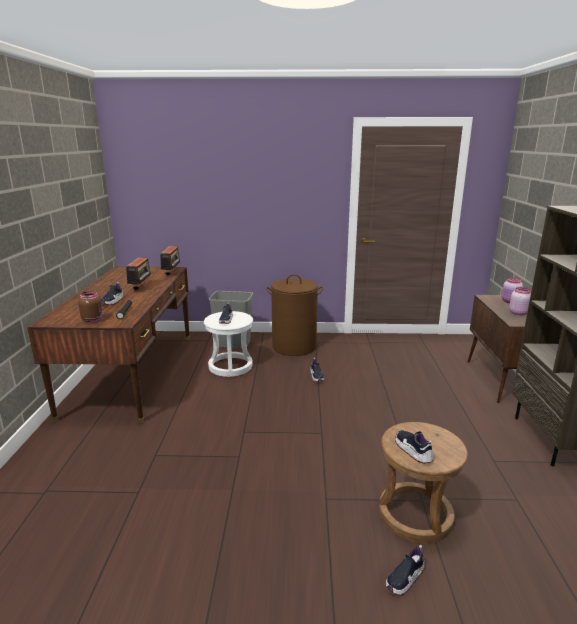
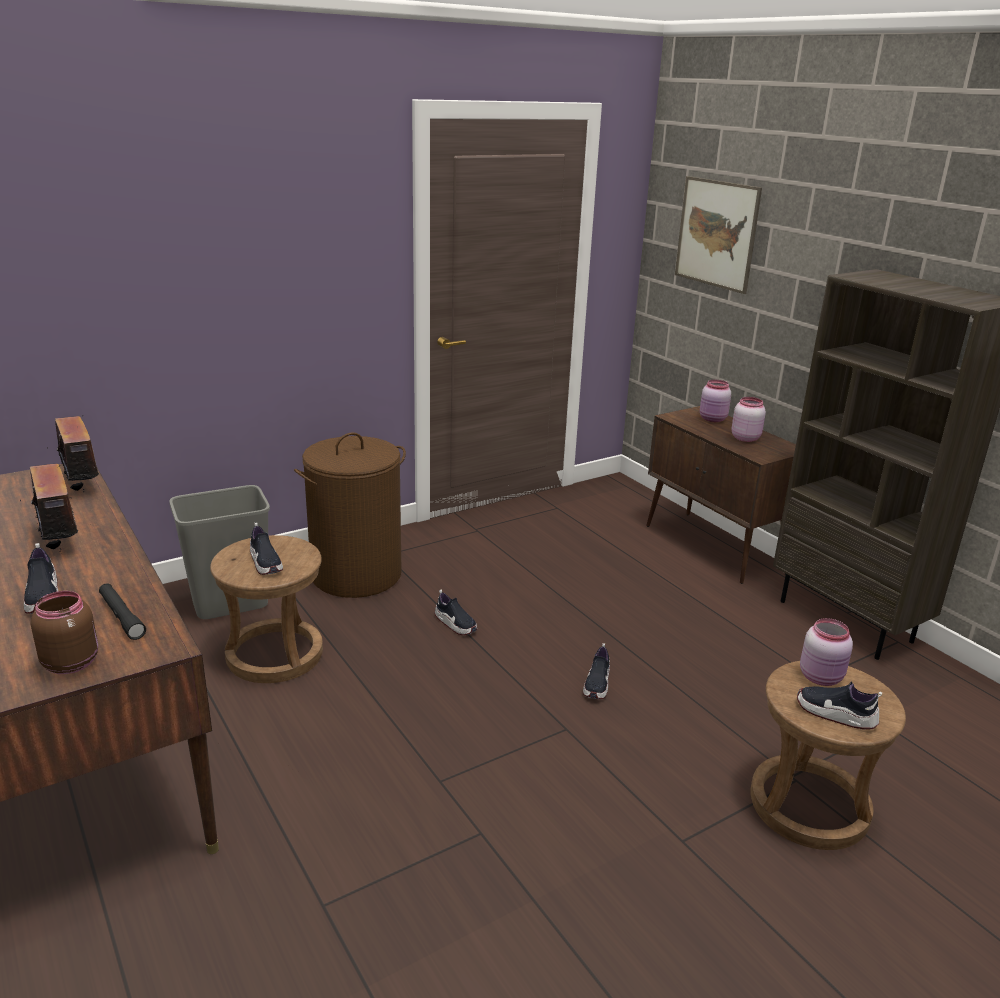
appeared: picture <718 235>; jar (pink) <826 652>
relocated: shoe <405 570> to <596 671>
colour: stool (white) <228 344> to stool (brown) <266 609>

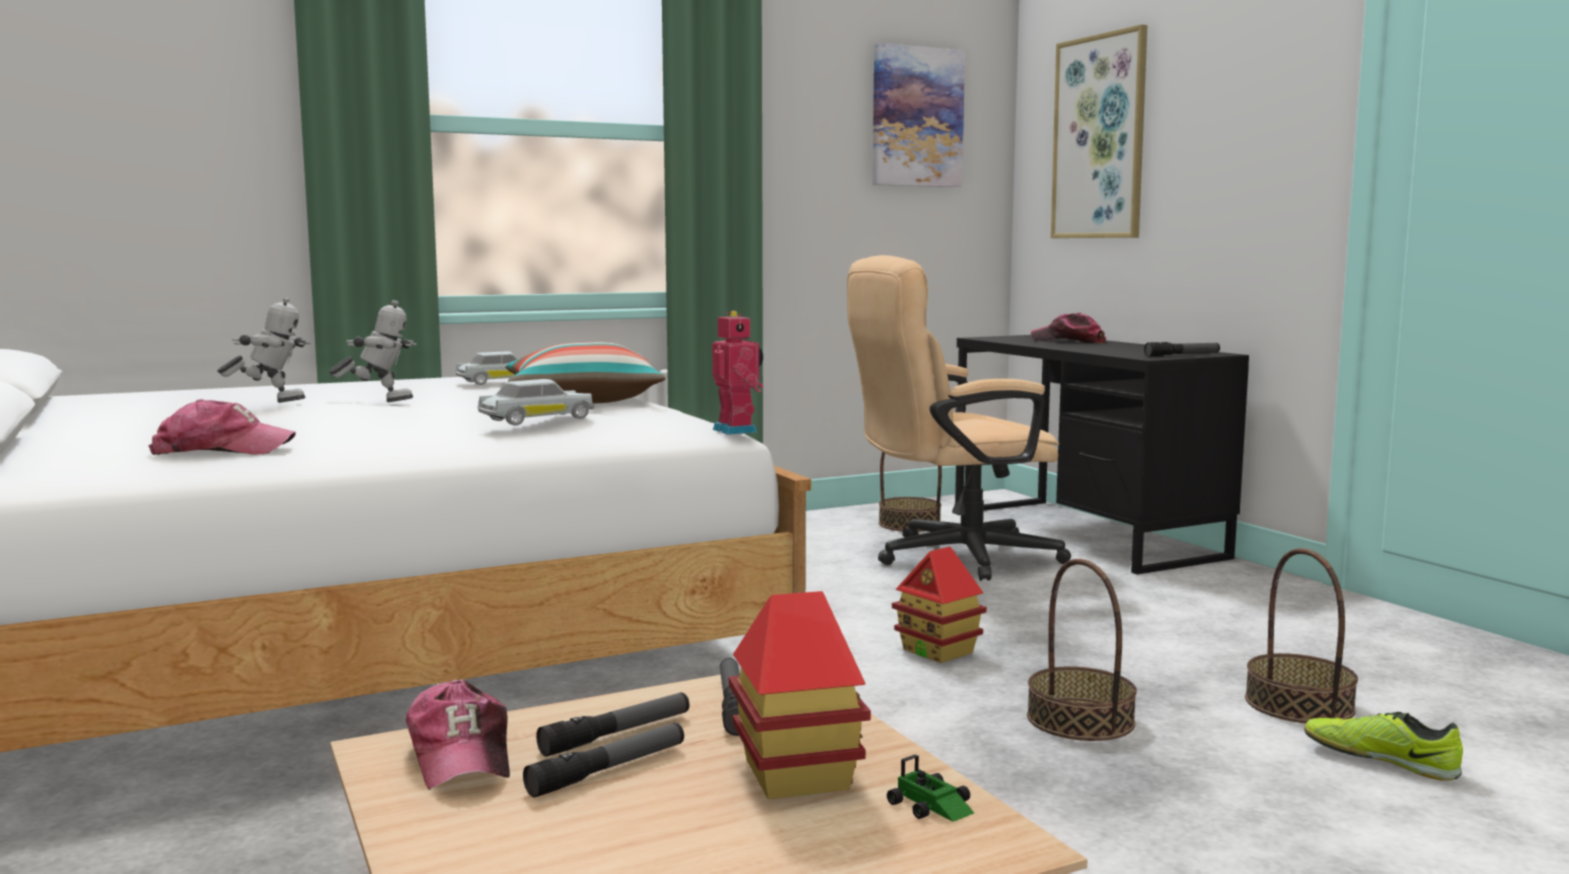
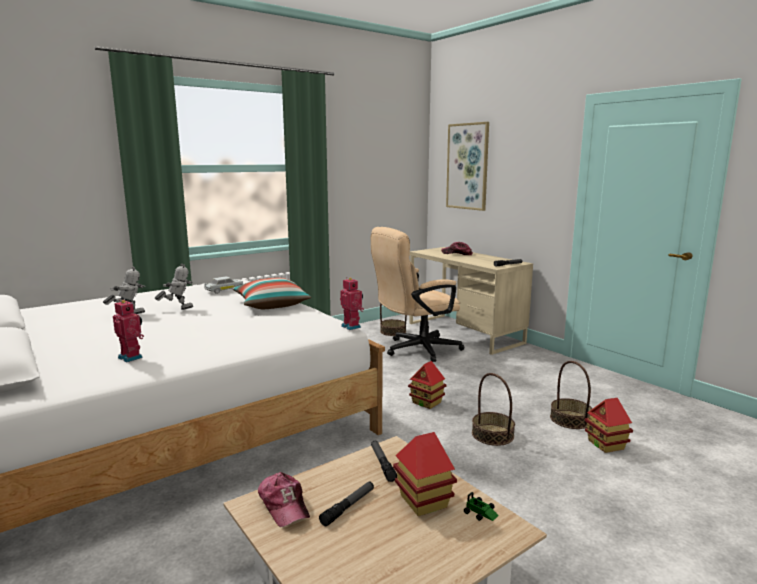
missing: toy car (white) <536 402>; flashlight <612 724>; picture <919 115>
exchanged: cap <222 427> to toy robot <128 331>; shoe <1383 746> to toy house <608 425>
colour: desk (black) <1102 454> to desk (beige) <471 301>

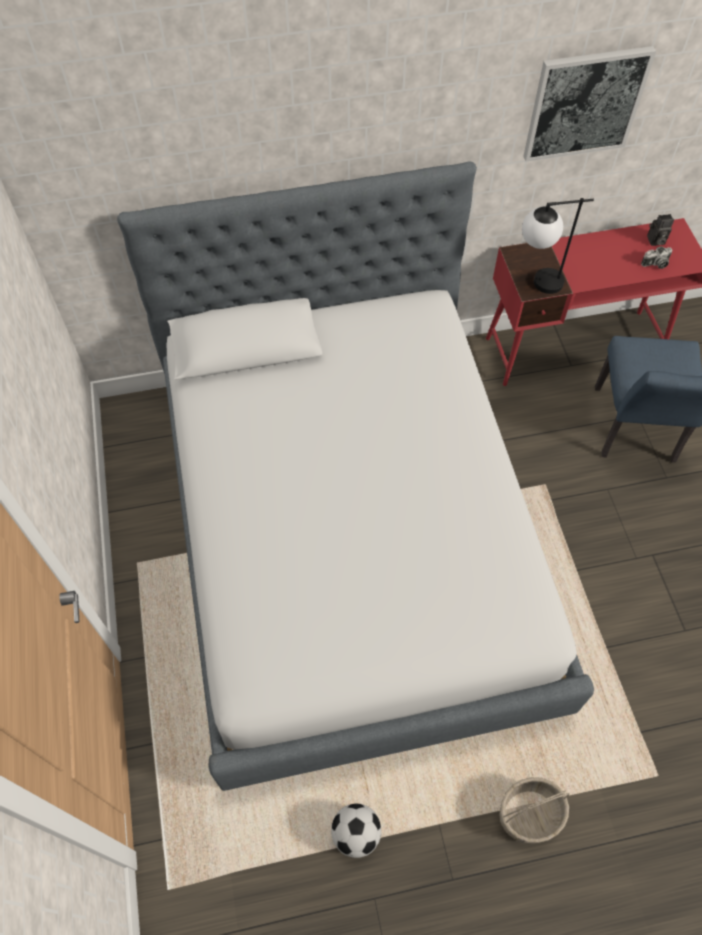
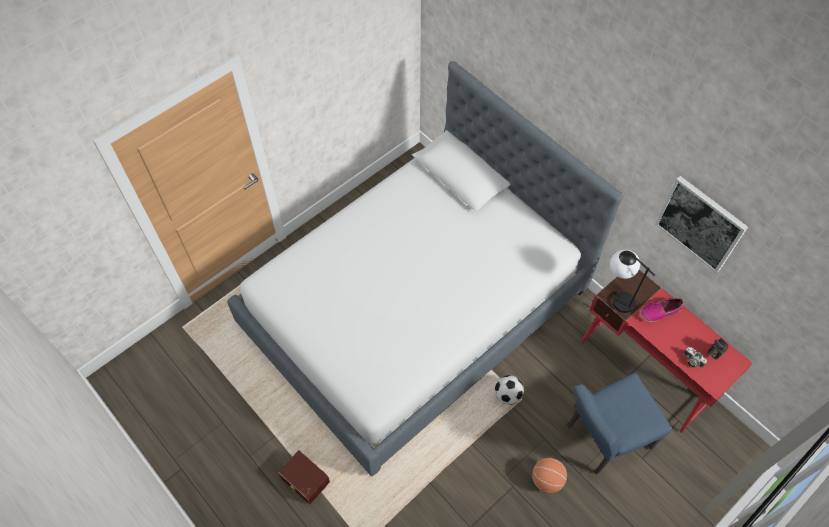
appeared: basketball <549 475>; shoe <662 310>
relocated: football <356 831> to <509 390>
exchanged: basket <534 810> to storage box (brown) <304 477>

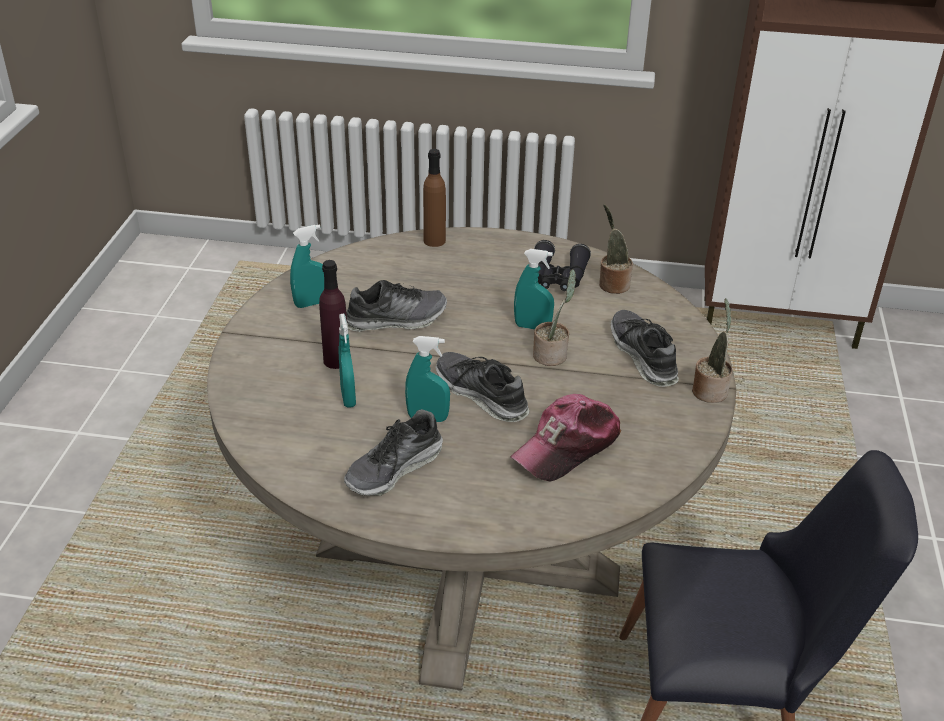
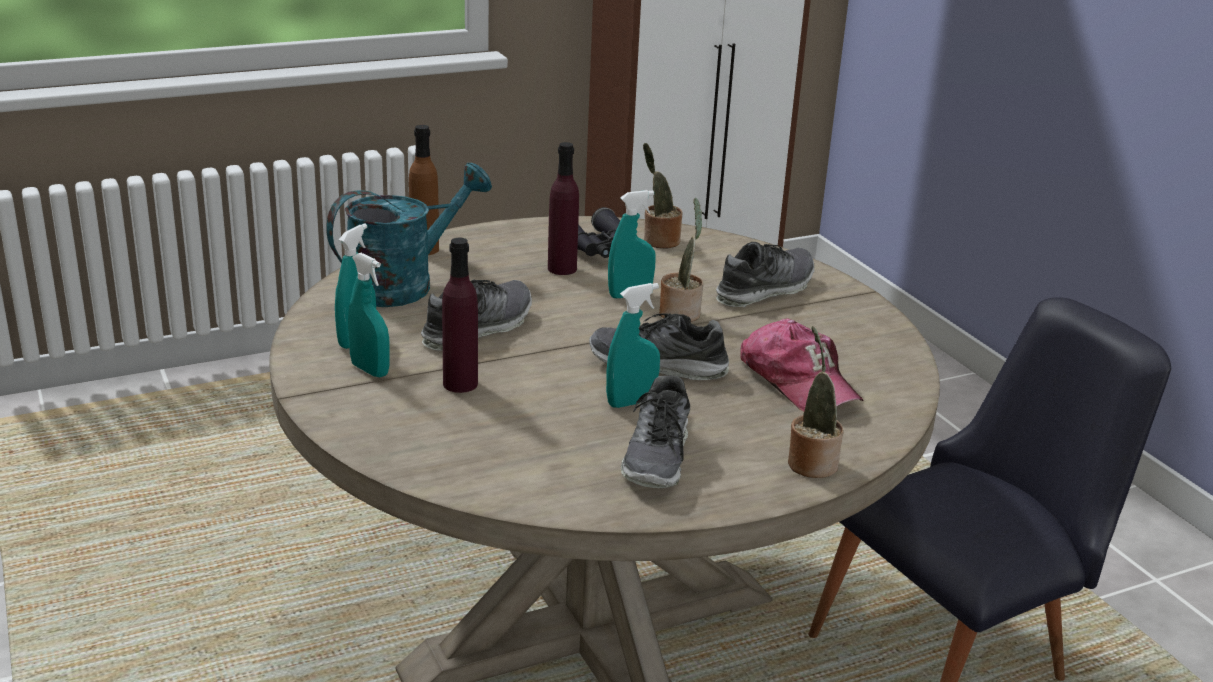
appeared: watering can (turquoise) <409 235>; bottle (purple) <563 208>
relocated: spray bottle (turquoise) <347 360> to <369 315>; potted plant <712 350> to <815 402>
spun: shoe <645 348> = <765 274> 105 degrees clockwise; cap <565 437> = <802 365> 45 degrees counterclockwise

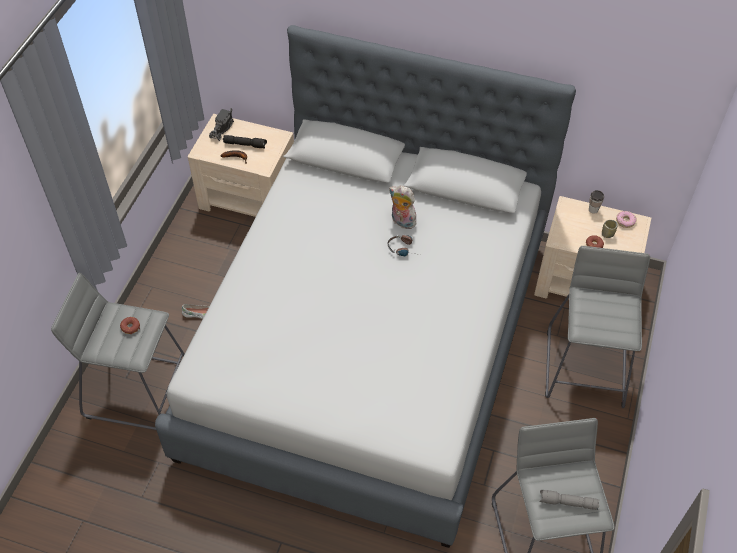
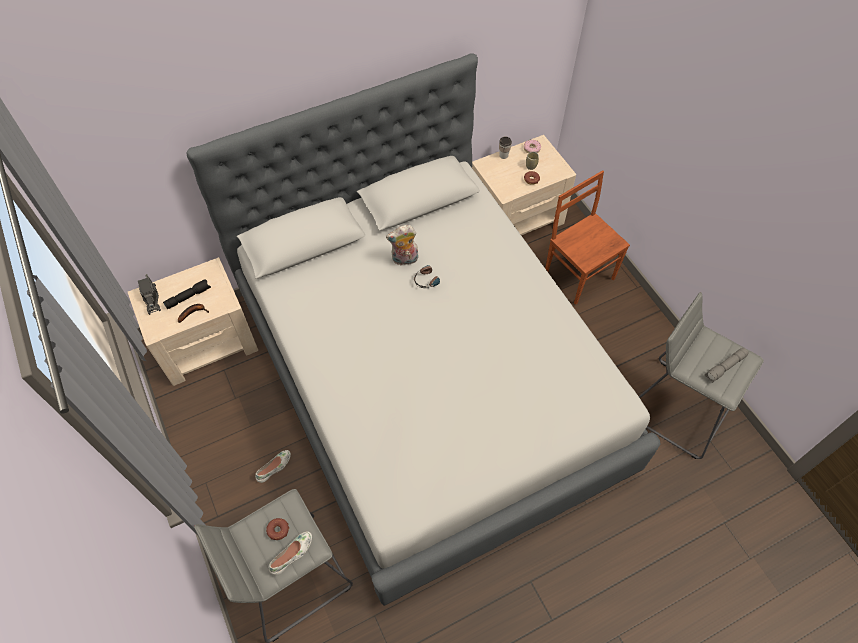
appeared: shoe (white) <290 553>
exchanged: stool (grey) <597 327> to chair (brown) <587 237>

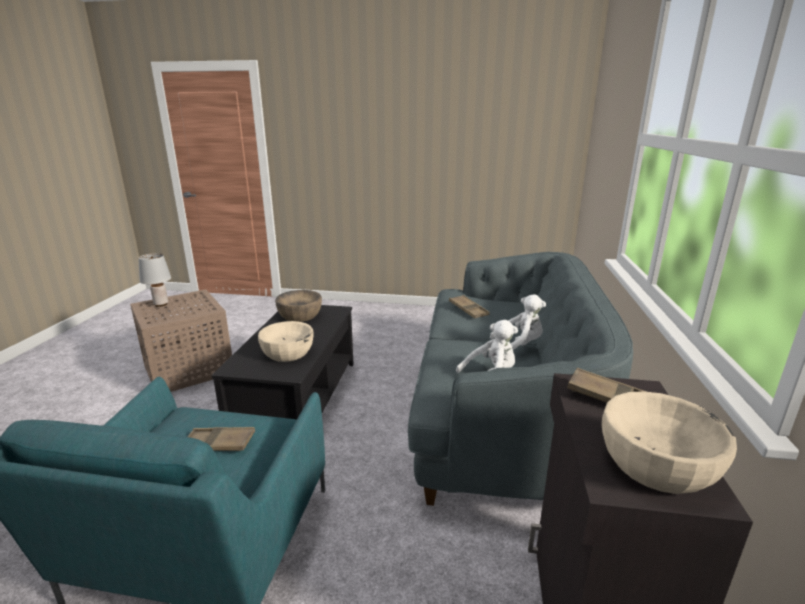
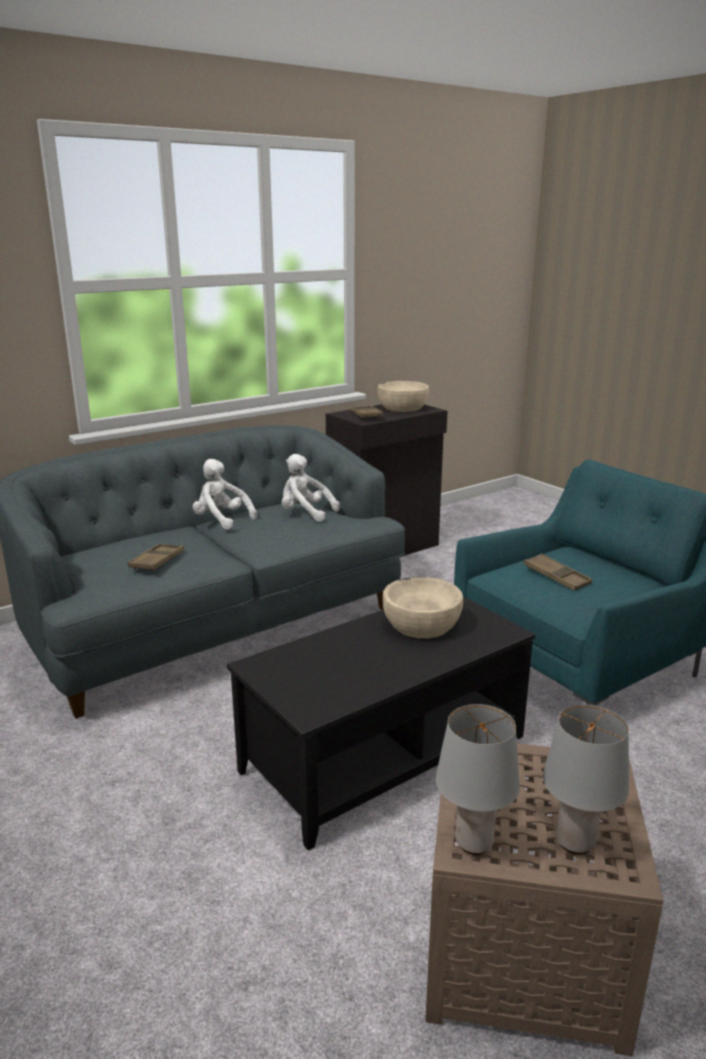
missing: bowl (brown) <298 306>
appeared: table lamp (grey) <478 779>

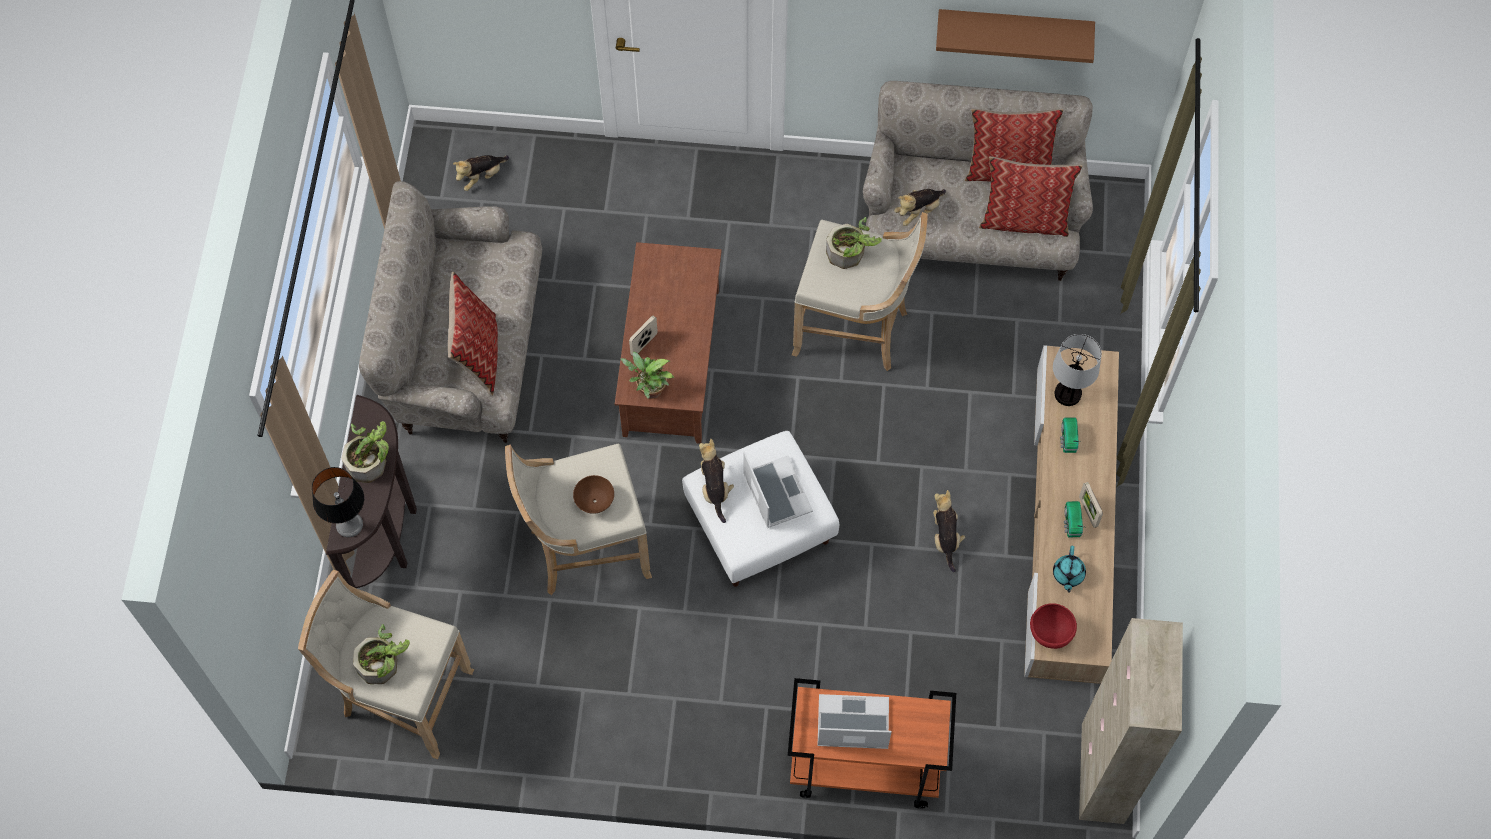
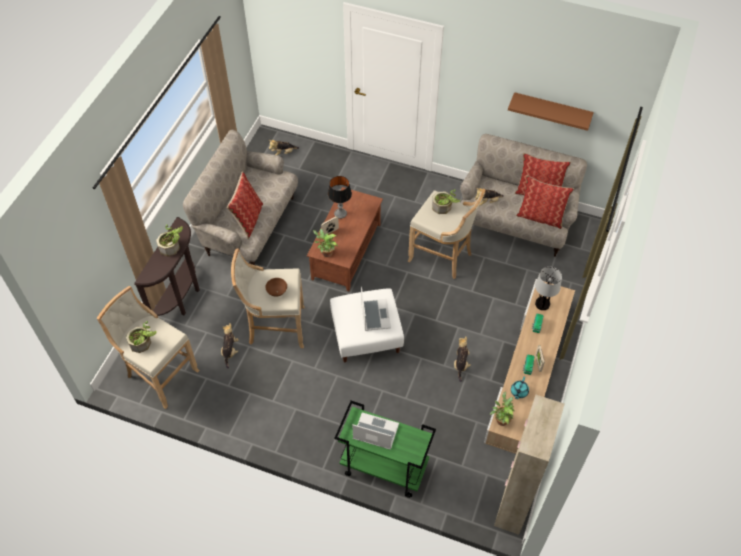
relocated: plush toy <716 481> to <230 346>; table lamp <338 502> to <340 197>
exchanged: bowl (red) <1053 626> to potted plant <502 408>
colour: cart (orange) <872 743> to cart (green) <385 449>

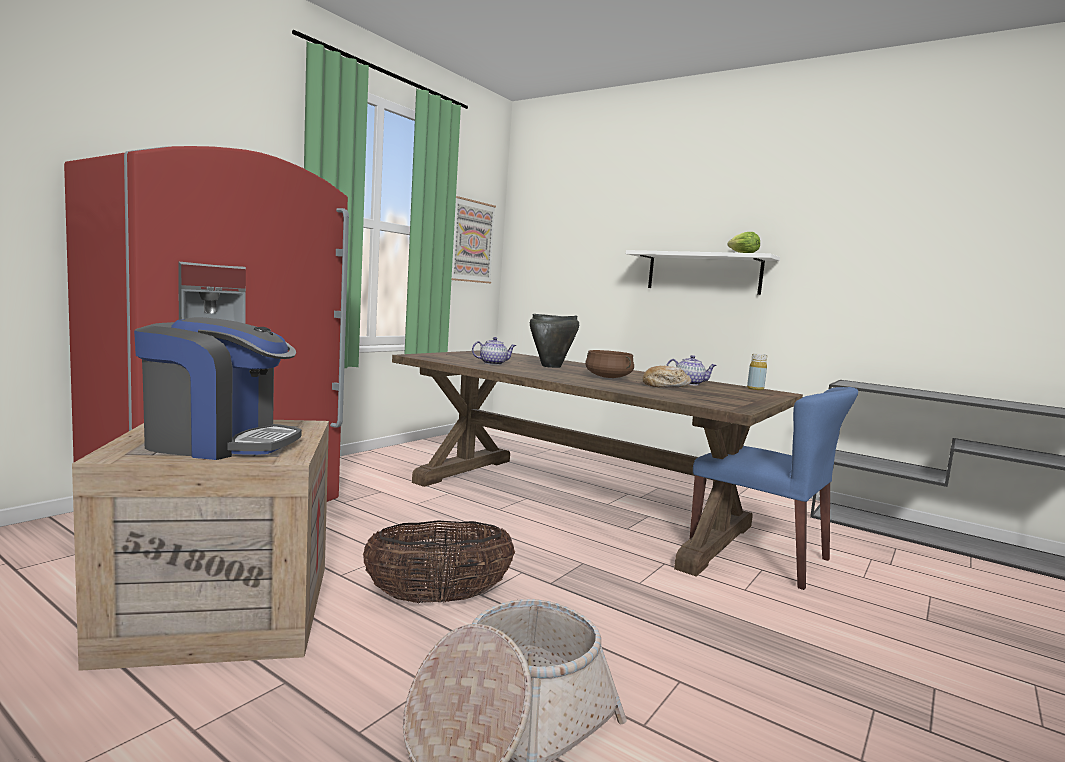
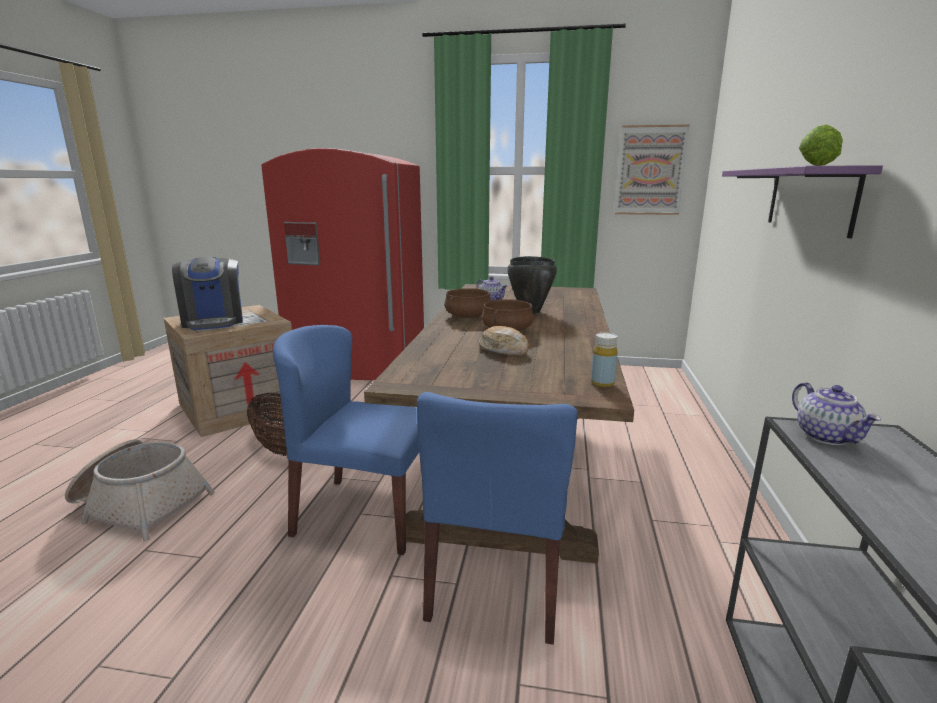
appeared: chair (blue) <346 440>; cooking pot (brown) <467 303>
relocated: teapot <691 370> to <836 413>
colour: shelf (white) <703 272> to shelf (purple) <802 202>

